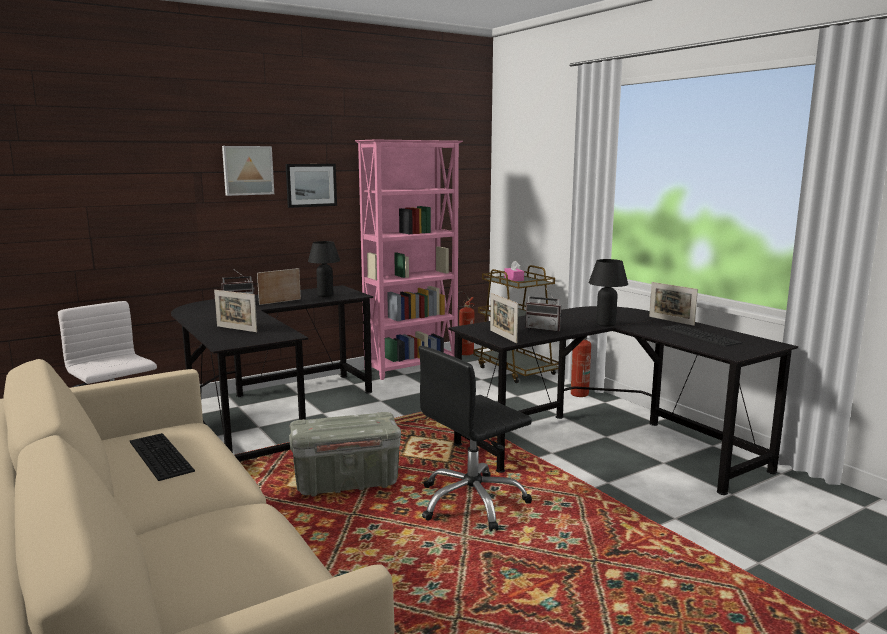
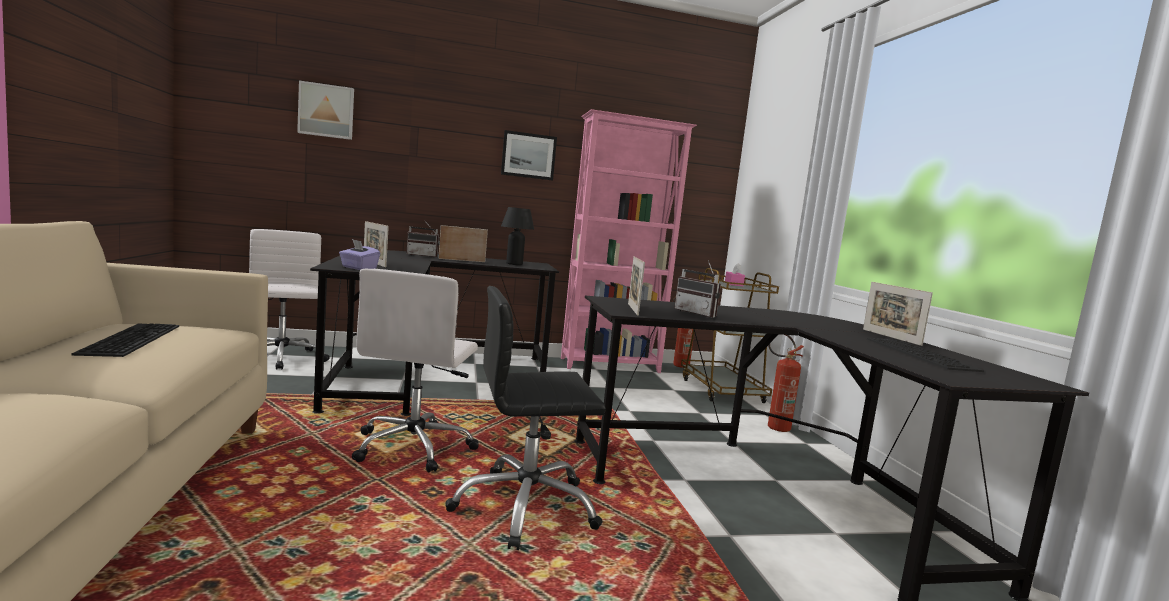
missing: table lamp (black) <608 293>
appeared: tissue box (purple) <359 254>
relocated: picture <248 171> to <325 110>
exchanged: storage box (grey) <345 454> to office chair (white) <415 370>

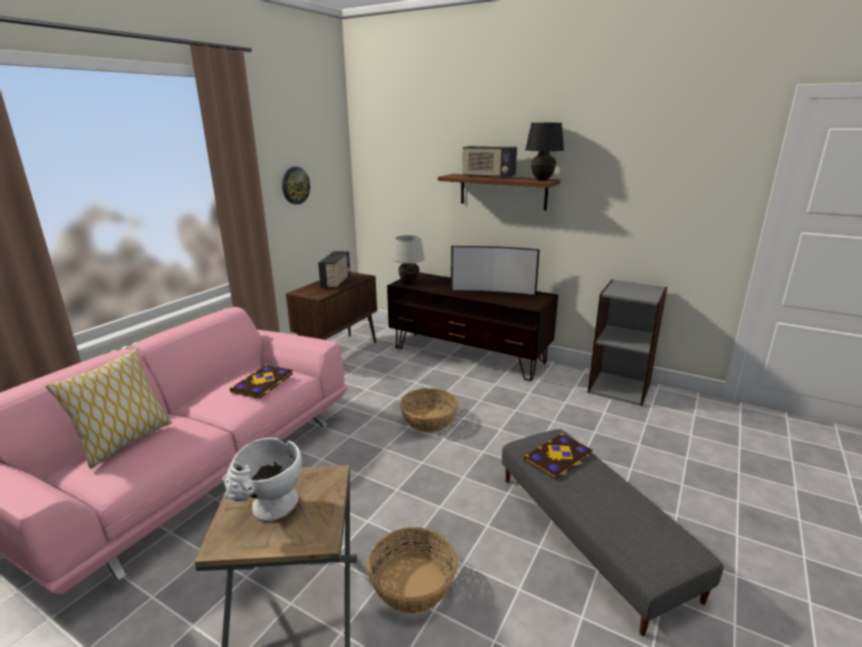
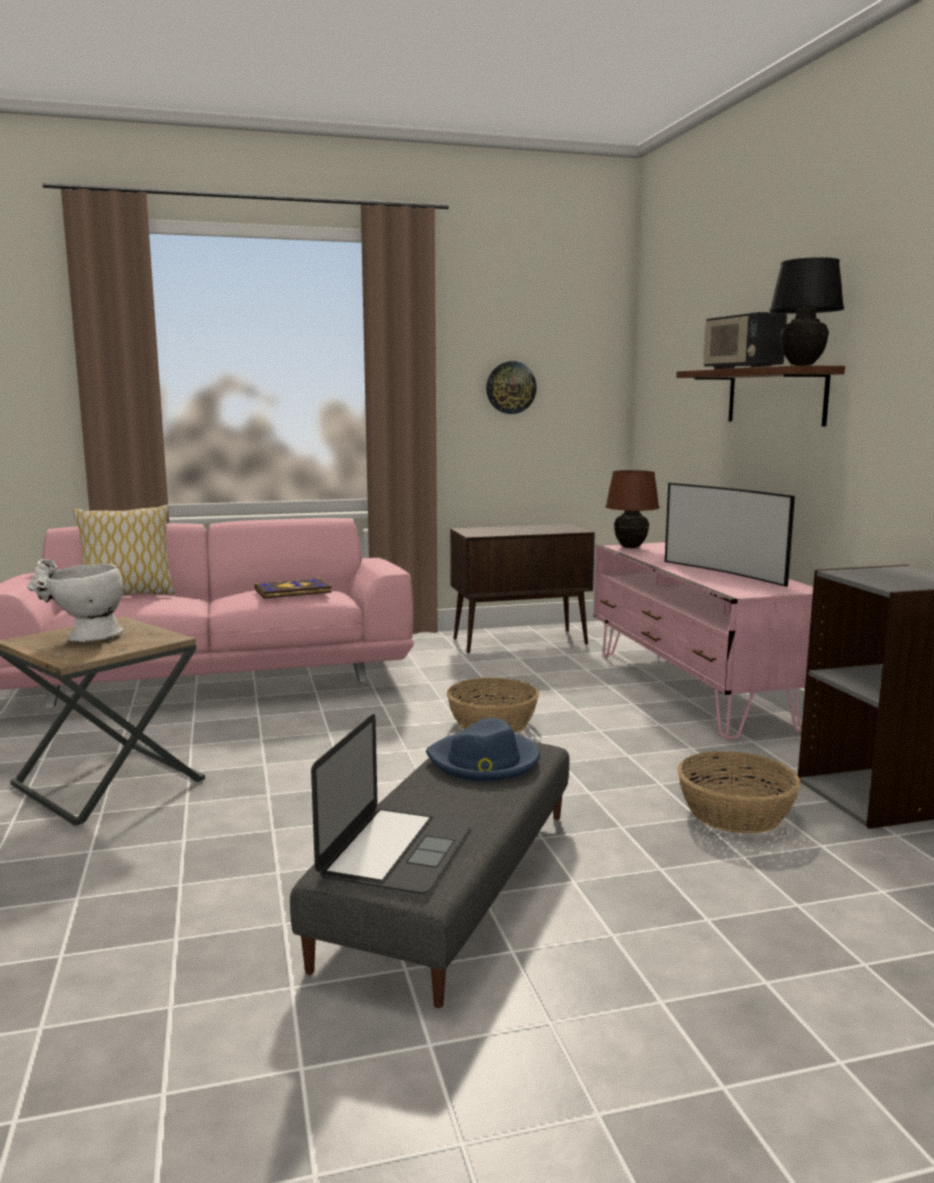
missing: radio <334 269>
appeared: laptop <391 804>
relocated: basket <412 570> to <739 792>
exchanged: book <558 456> to hat (blue) <483 749>
colour: tv stand (brown) <472 327> to tv stand (pink) <703 640>; table lamp (white) <408 259> to table lamp (brown) <632 509>

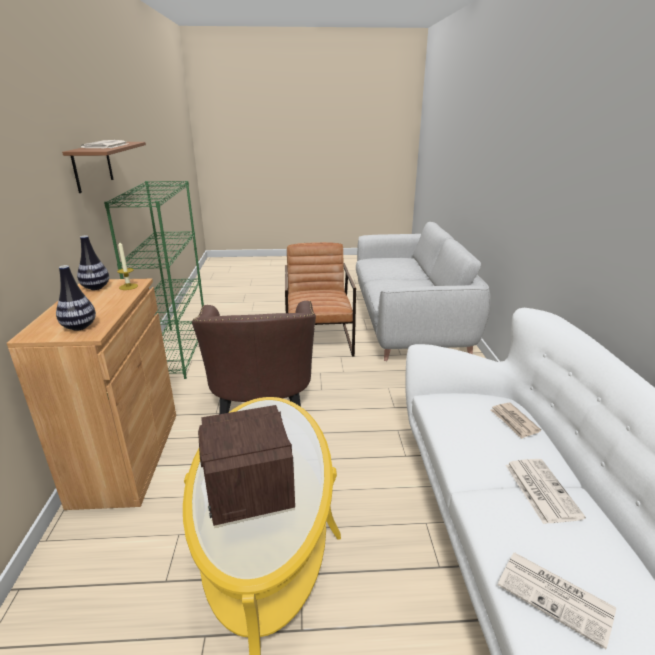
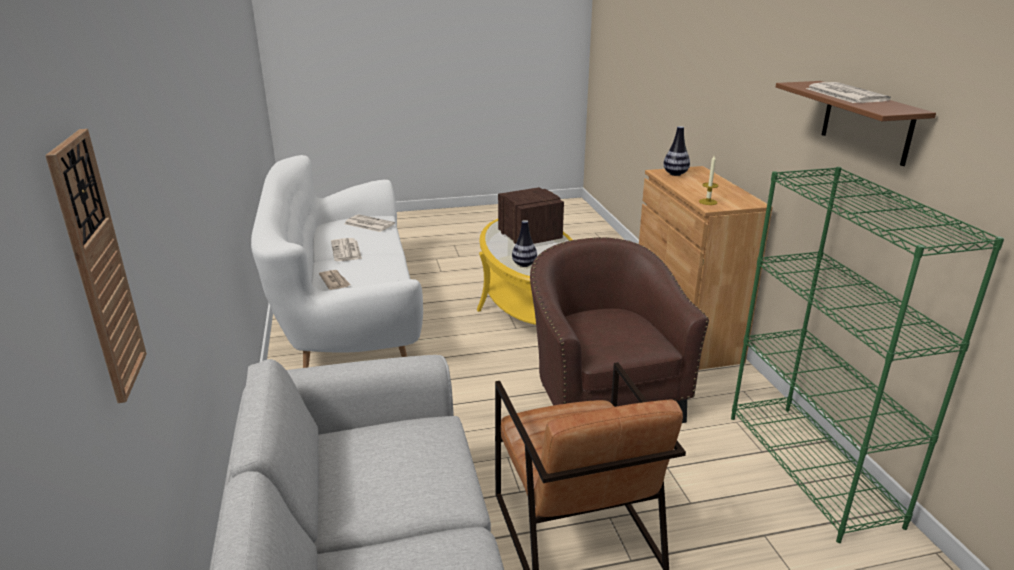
appeared: wall clock <96 266>
relocated: vase <93 263> to <524 243>

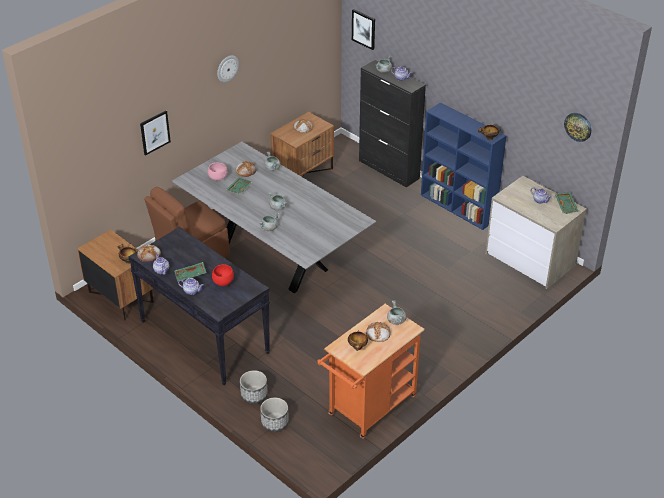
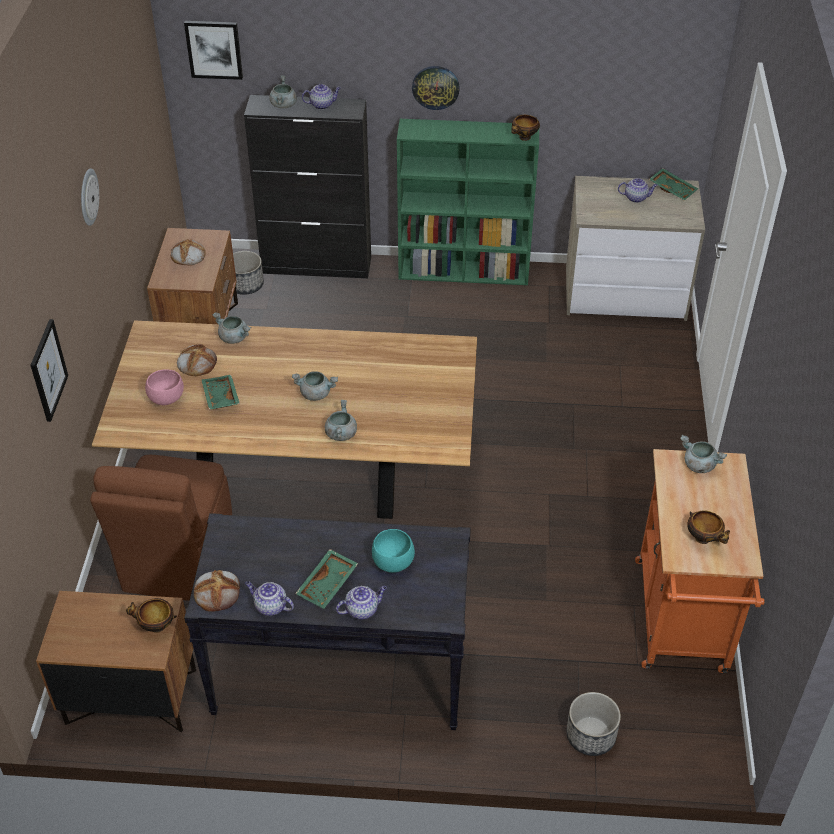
missing: bread <378 332>
relocated: planter <254 387> to <248 273>; wall clock <577 127> to <436 88>
colour: dining table (grey) <274 217> to dining table (brown) <284 419>; bowl (red) <223 275> to bowl (turquoise) <393 551>; bookcase (blue) <464 166> to bookcase (green) <468 202>

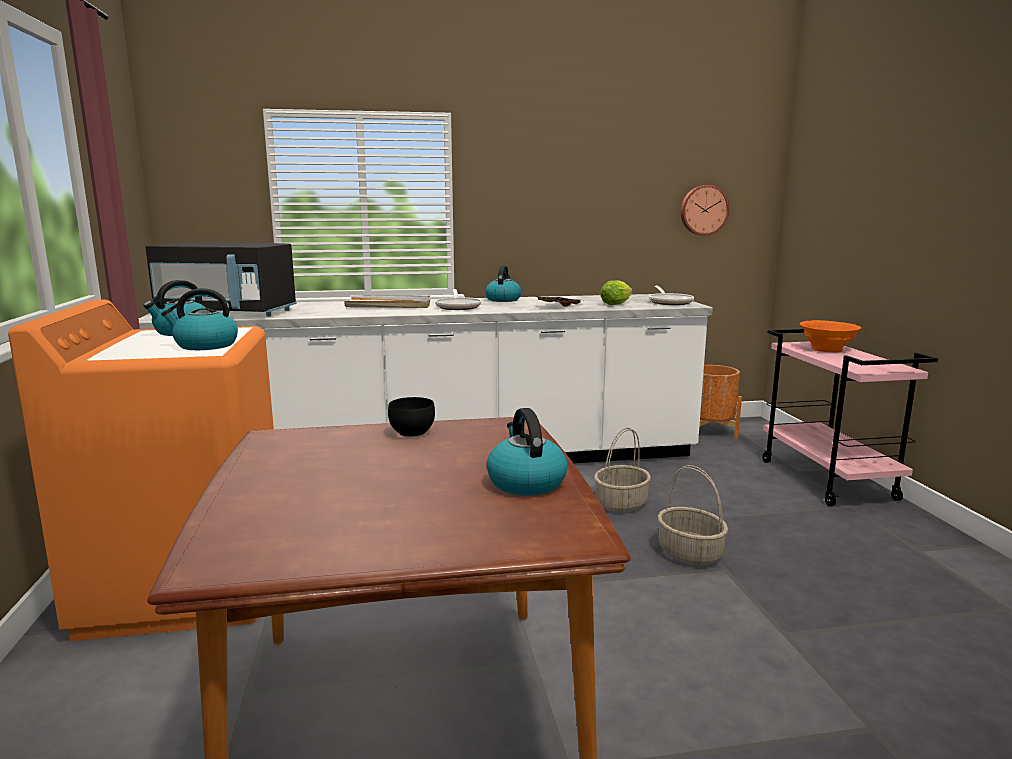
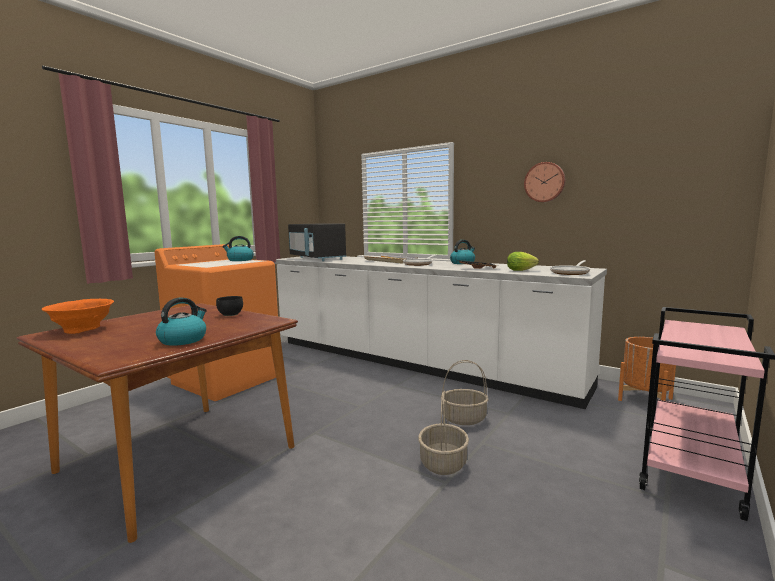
missing: kettle <199 319>
relocated: bowl (orange) <830 336> to <78 316>; wall clock <705 210> to <544 182>

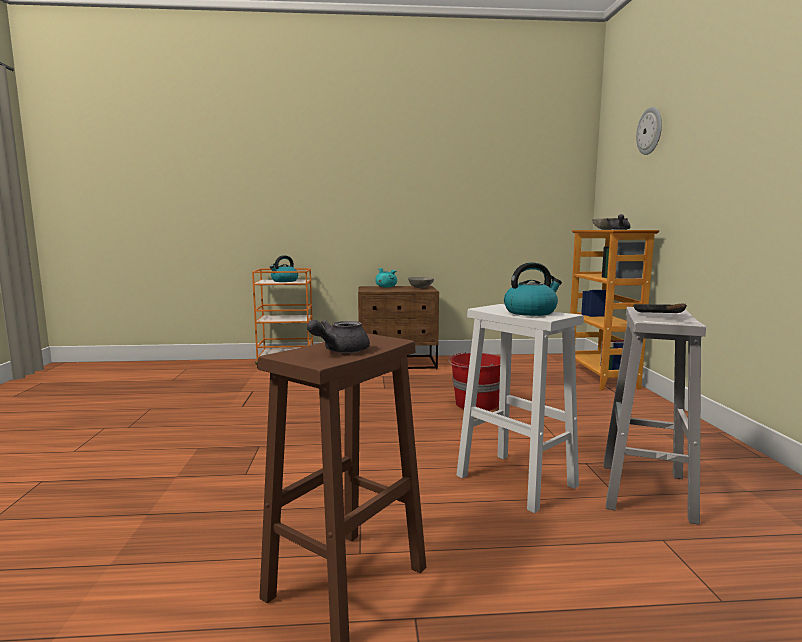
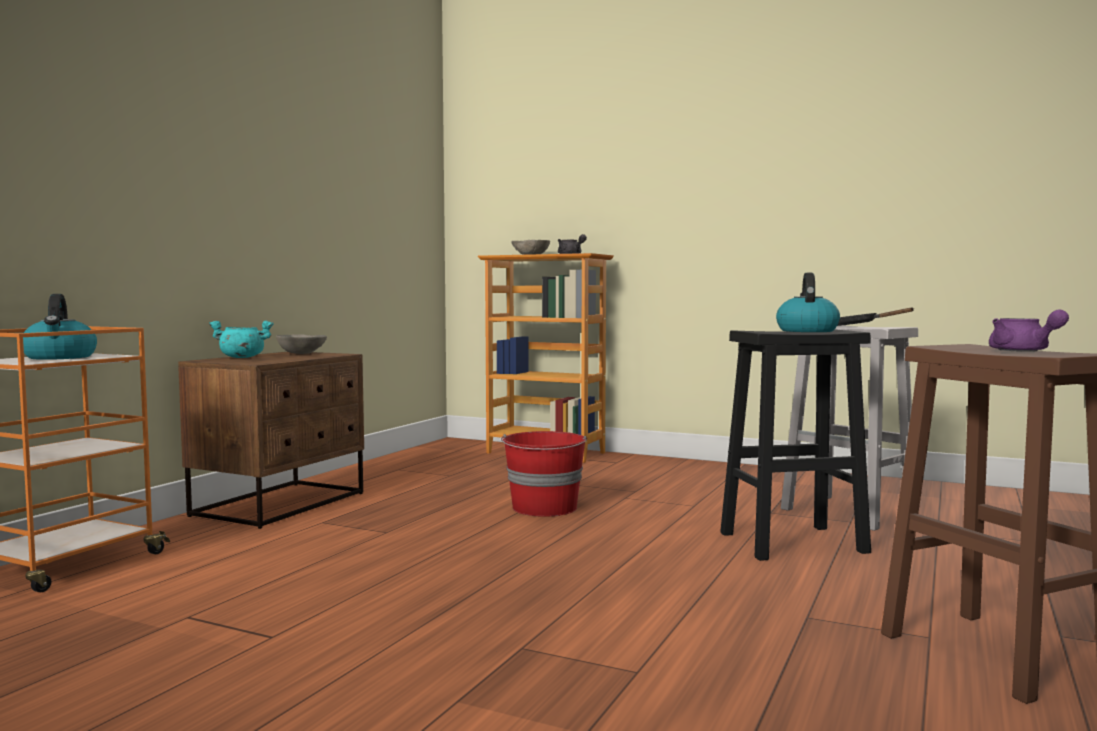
missing: wall clock <649 131>
colour: stool (white) <520 408> to stool (black) <795 445>; teapot (grey) <338 336> to teapot (purple) <1029 330>

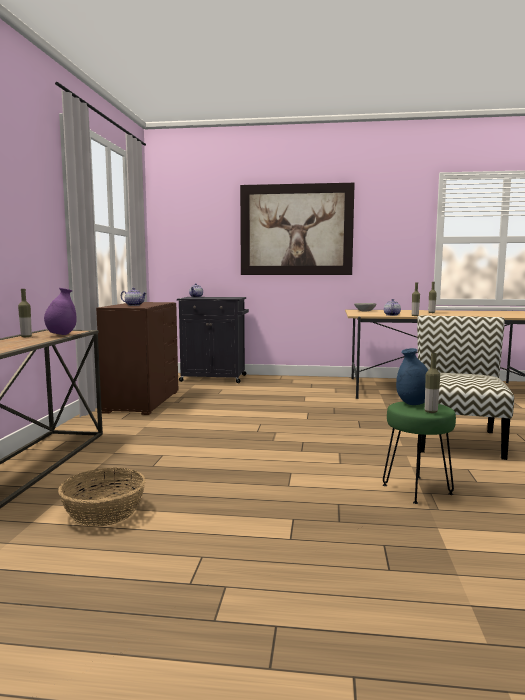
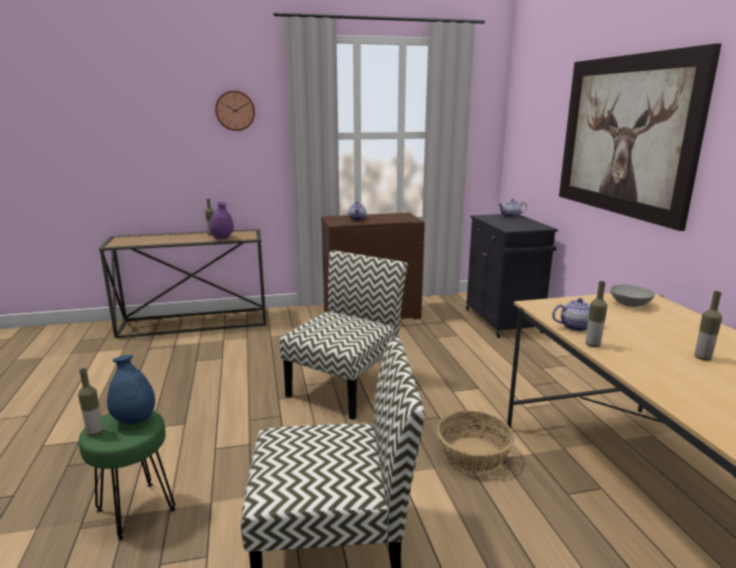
appeared: wall clock <235 110>; chair <344 335>
relocated: basket <102 497> to <475 442>

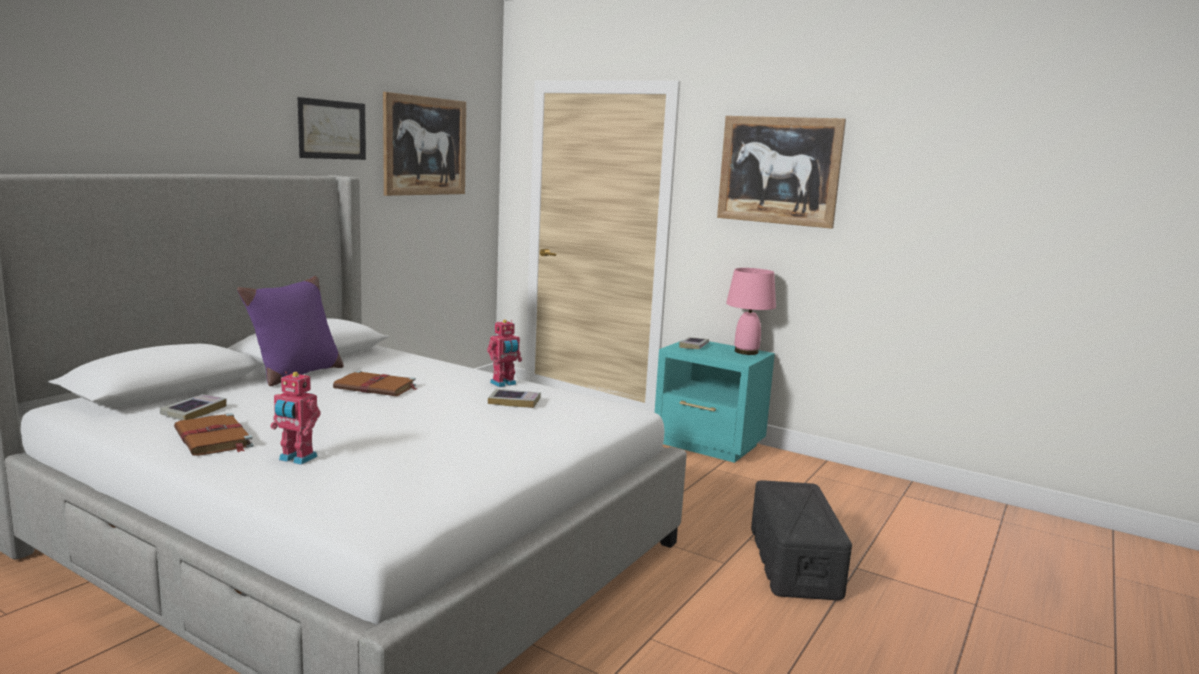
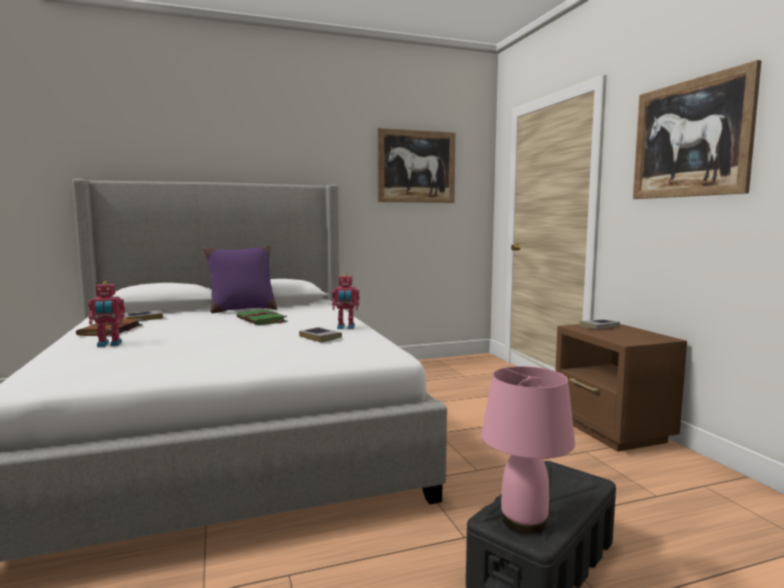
missing: picture <332 128>
relocated: table lamp (pink) <751 311> to <528 450>
colour: book (brown) <376 383> to book (green) <262 317>; nightstand (turquoise) <715 401> to nightstand (brown) <621 388>
spun: toy robot <295 418> = <106 314> 75 degrees counterclockwise

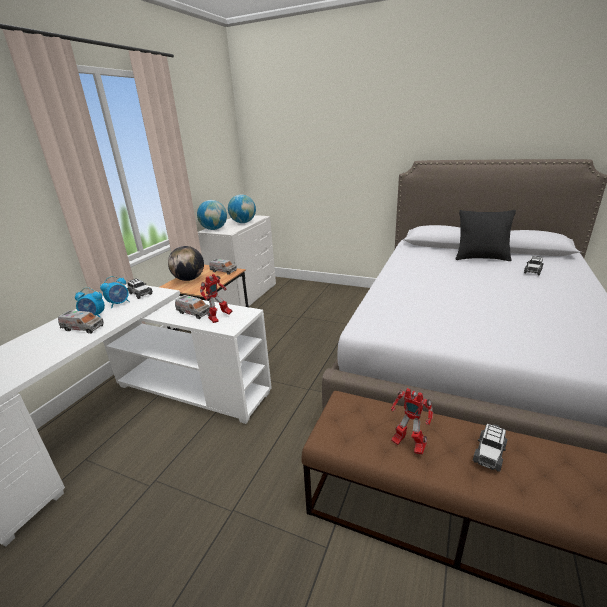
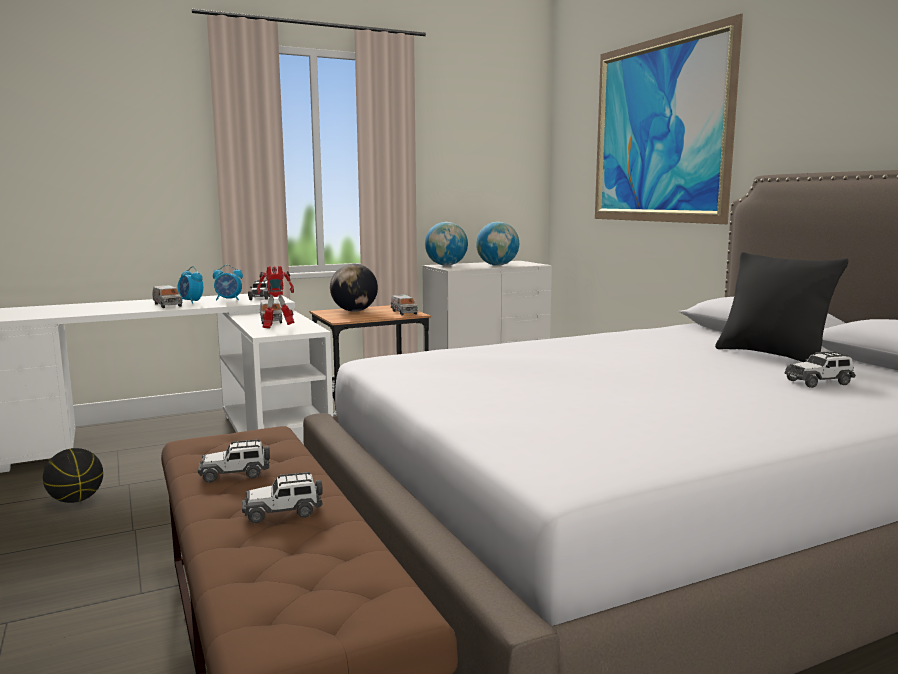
appeared: basketball <73 475>; picture <669 118>
exchanged: toy robot <412 421> to toy car <234 461>

